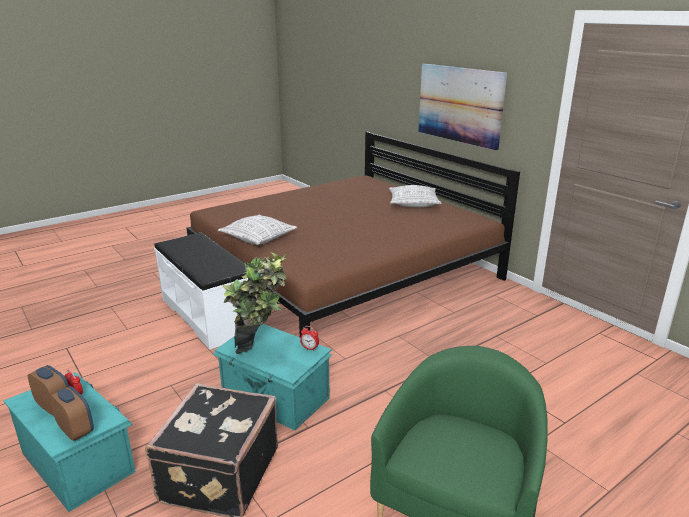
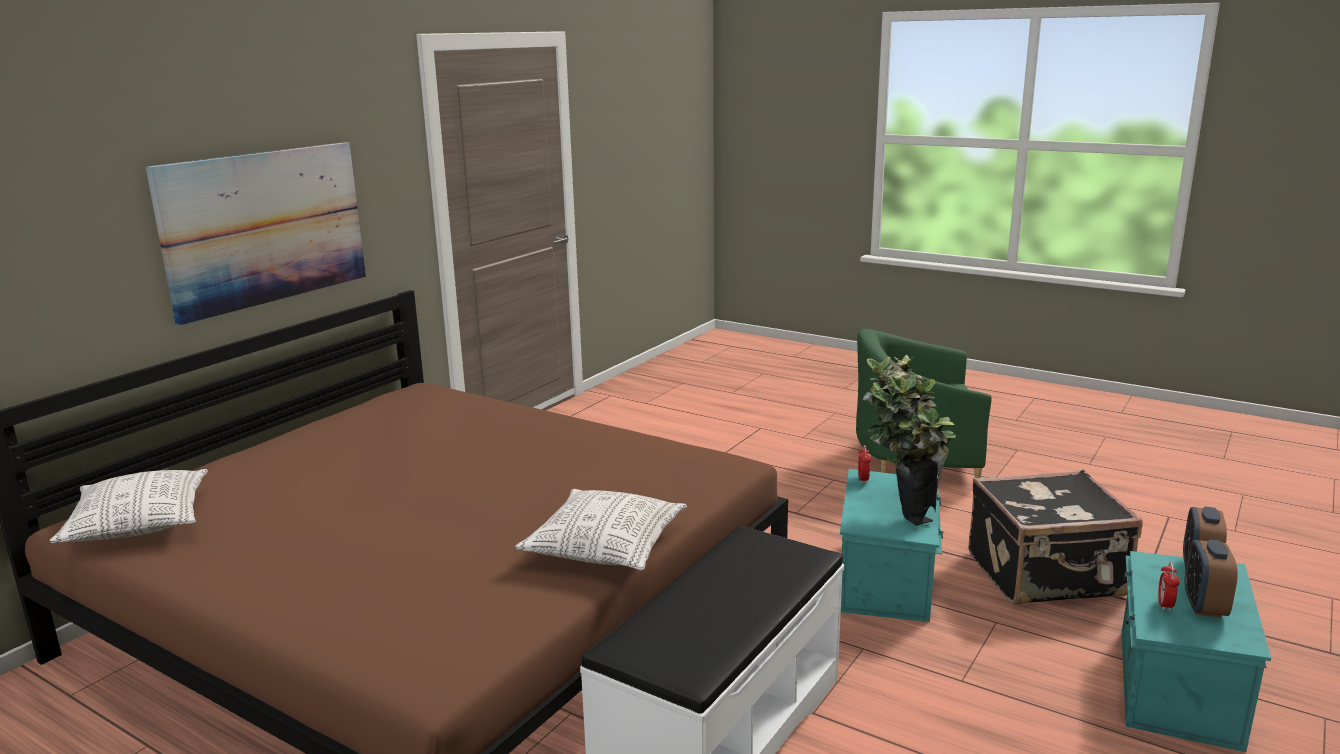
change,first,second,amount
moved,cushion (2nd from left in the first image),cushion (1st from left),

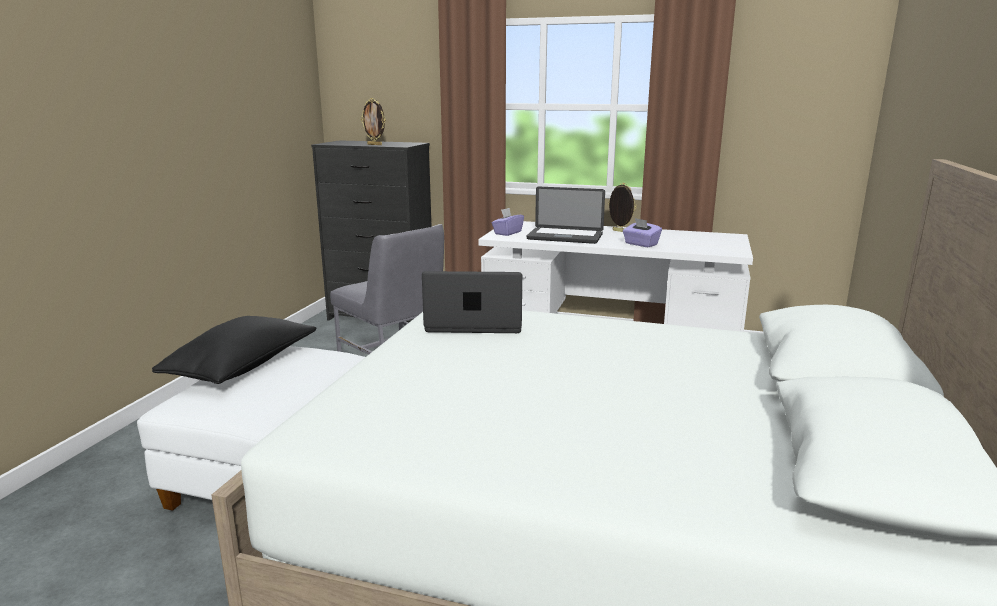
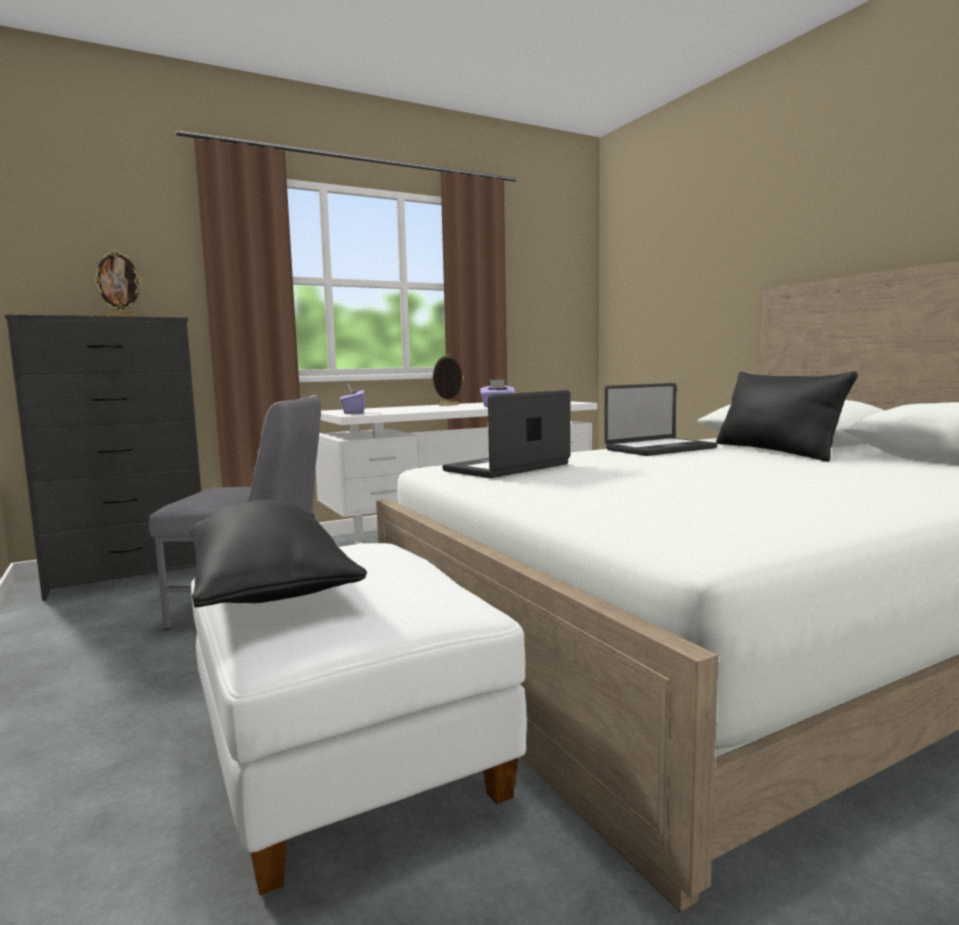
change,first,second,amount
moved,portable_computer (2nd from left),,
added,,blackish_cushion (2nd from left),

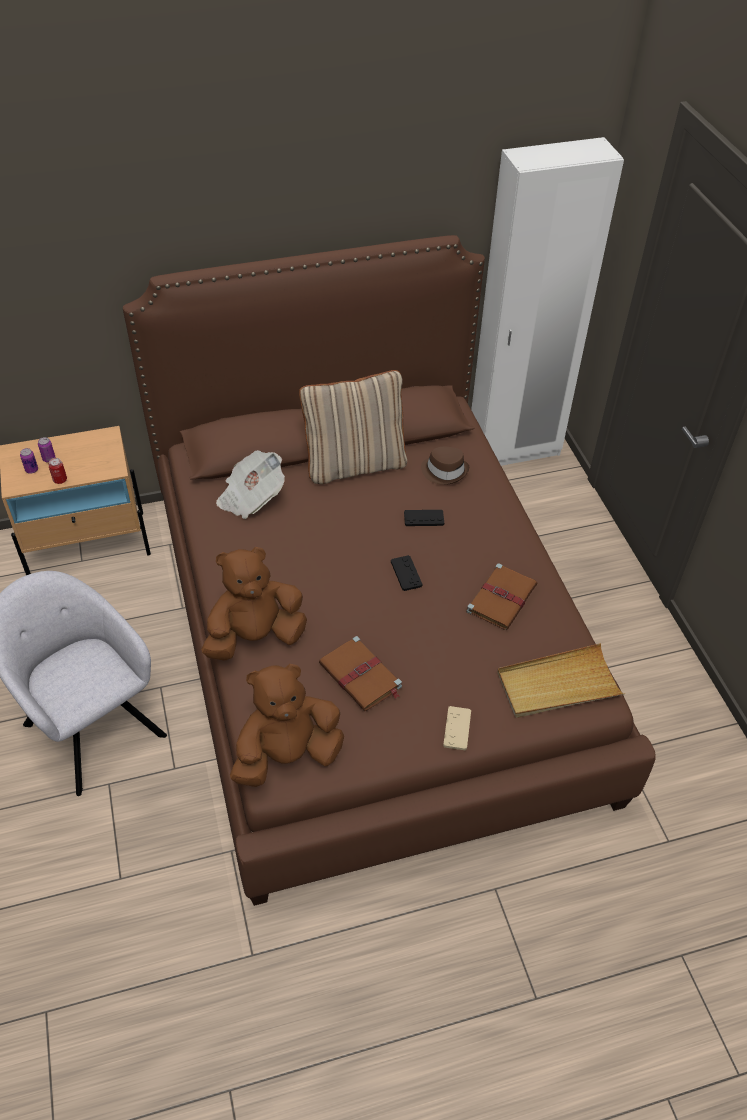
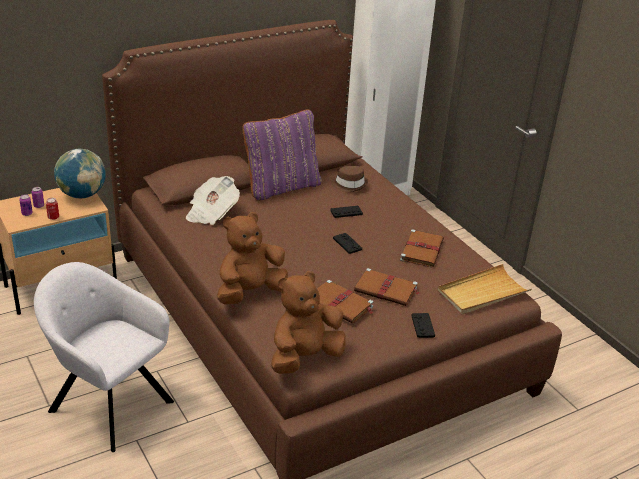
change,first,second,amount
recoloured,beige-coloured_cushion,purplish_cushion,
recoloured,beige-coloured_game_controller,blackish_game_controller (3rd from left),
added,,world_globe,
added,,brown_bound_book (2nd from left),

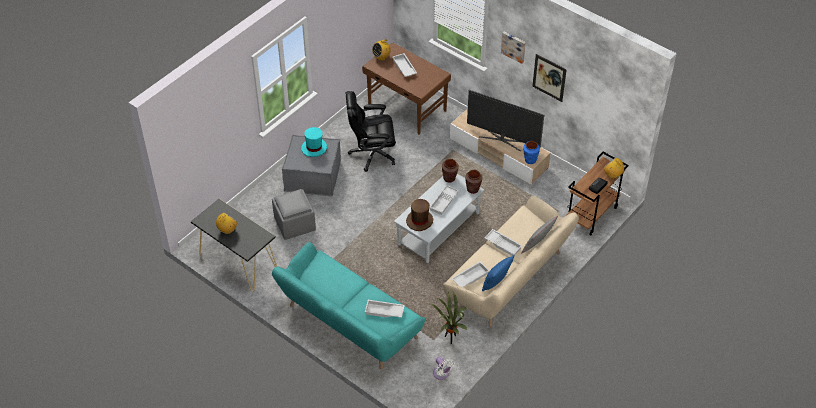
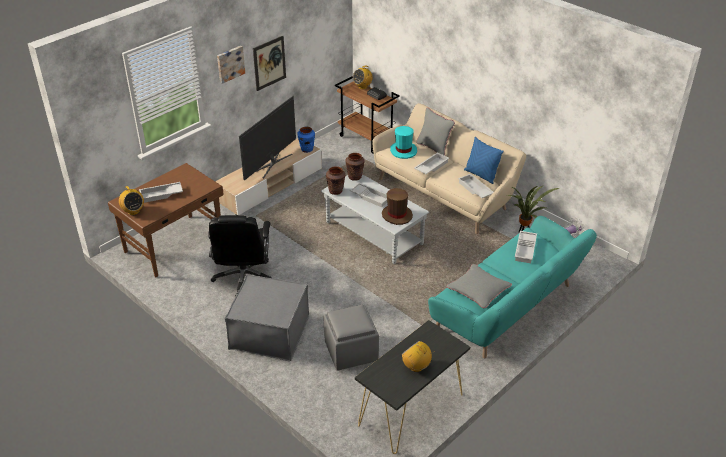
change,first,second,amount
moved,turquoise_clothing_hat,,
added,,grey_cushion (2nd from left),

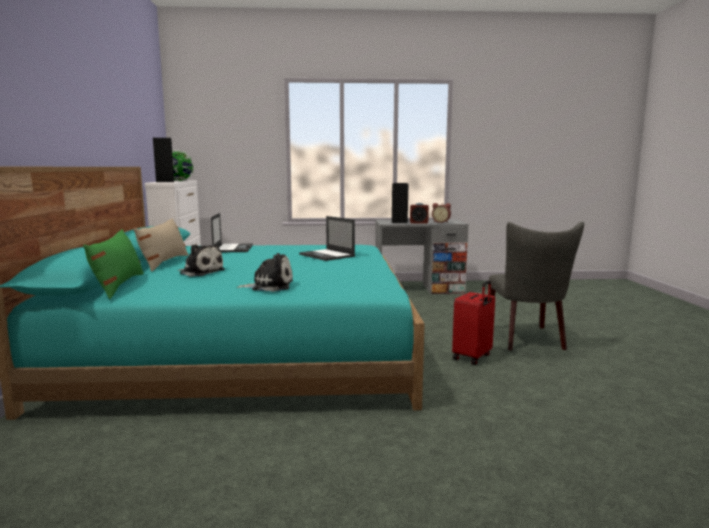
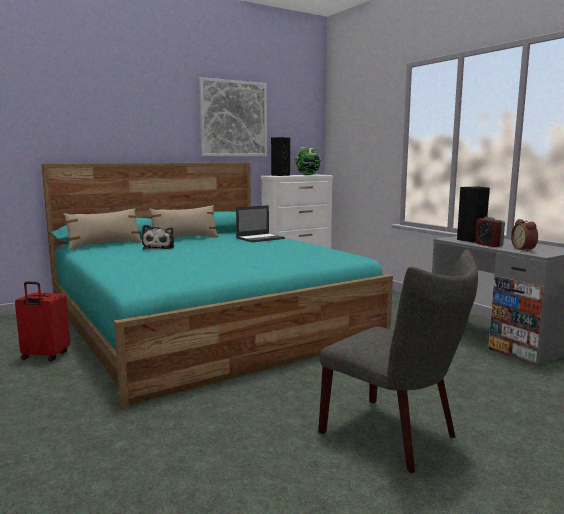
change,first,second,amount
recoloured,green-coloured_cushion,beige-coloured_cushion (1st from left),
removed,soft_toy (2nd from left),,
removed,portable_computer (2nd from left),,
moved,red_suitcase,,
turned,grey_upright_chair,,105 degrees counterclockwise
added,,picture,

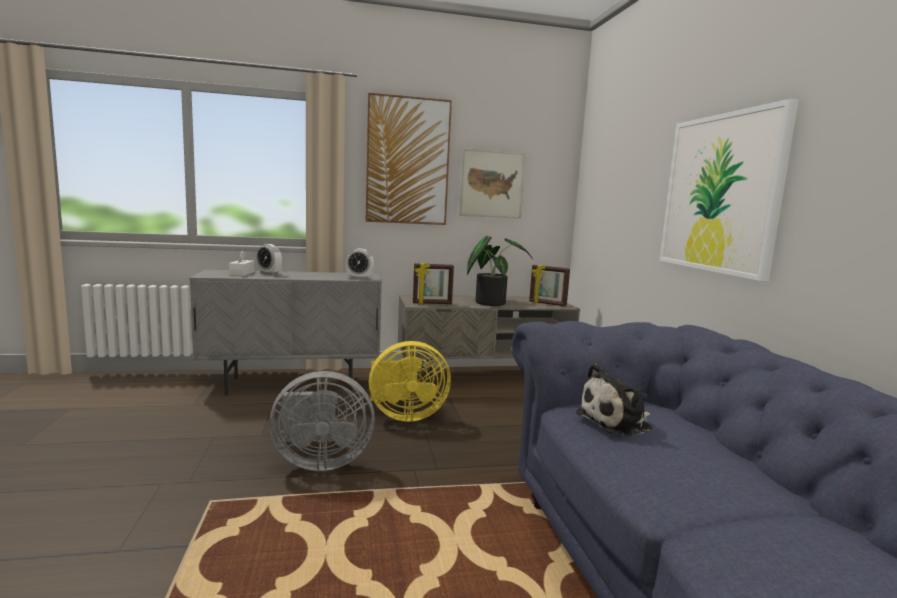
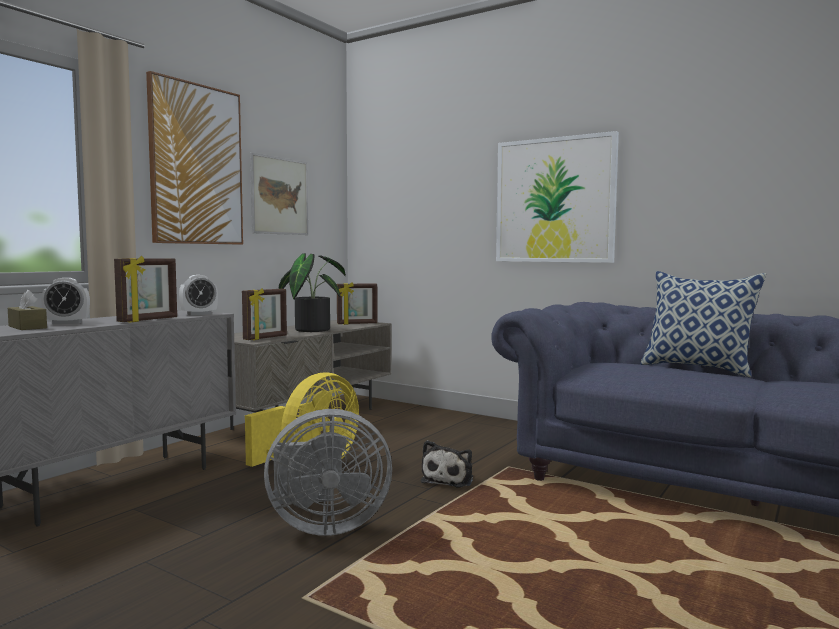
change,first,second,amount
recoloured,white_box_of_tissues,brown_box_of_tissues,
turned,grey_cooling_fan,,45 degrees clockwise
moved,soft_toy,,
added,,picture_frame (1st from left),
added,,cushion,

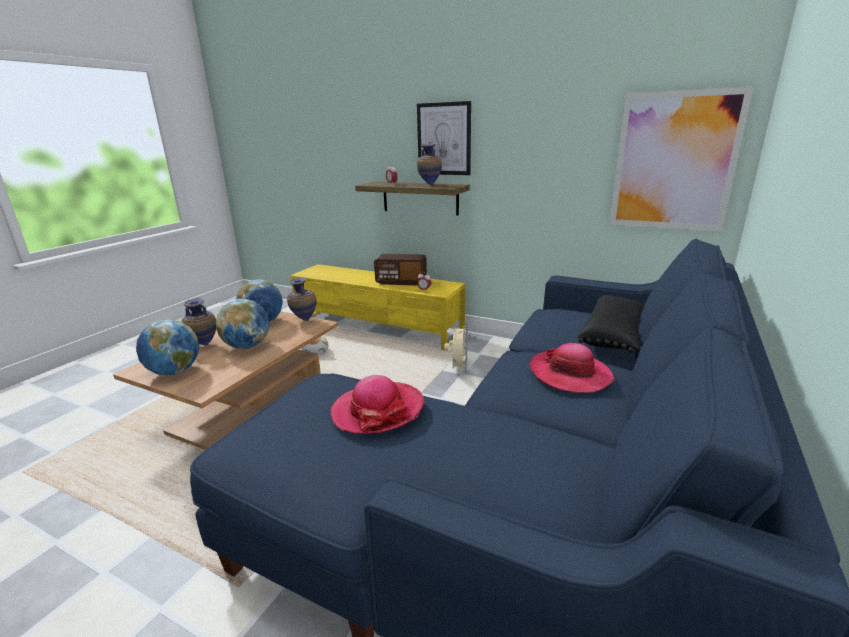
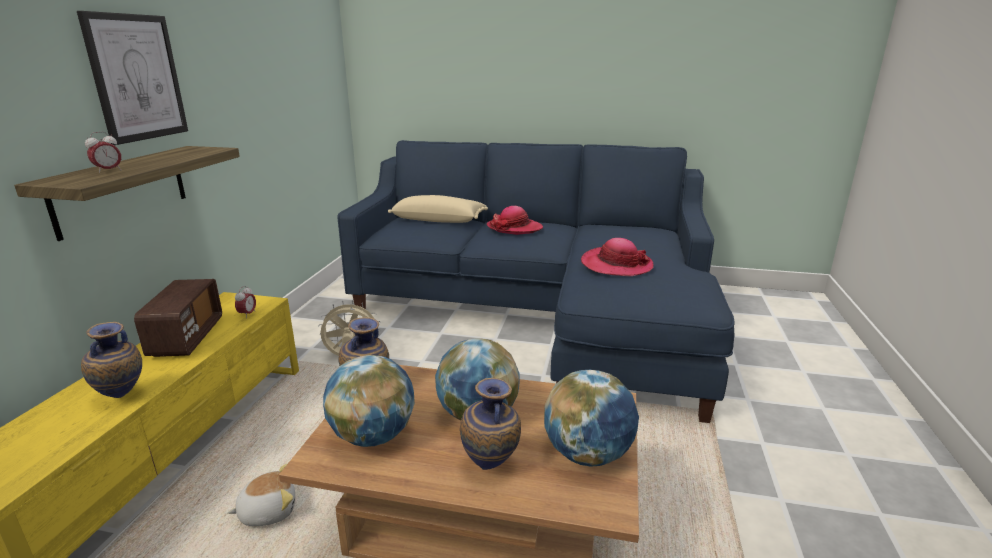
change,first,second,amount
moved,vase (3rd from left in the first image),vase (1st from left),
recoloured,blackish_cushion,beige-coloured_cushion,
removed,picture (2nd from left),,

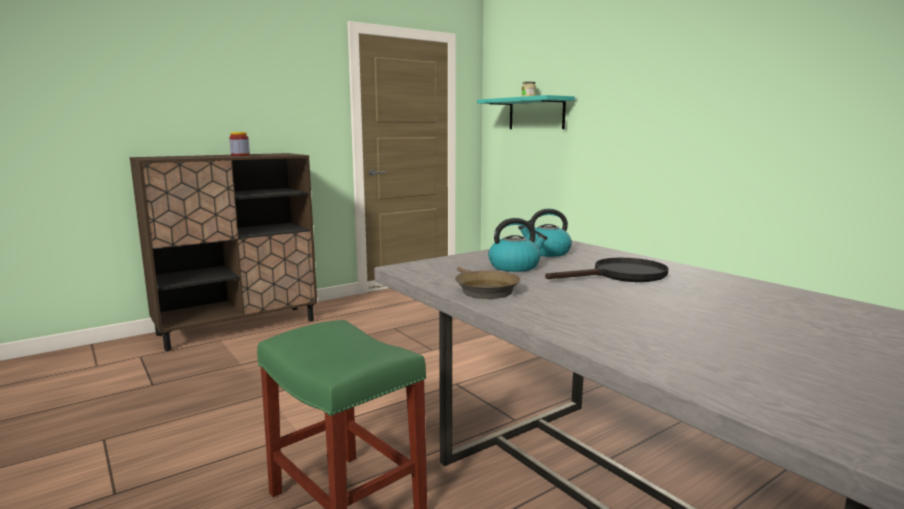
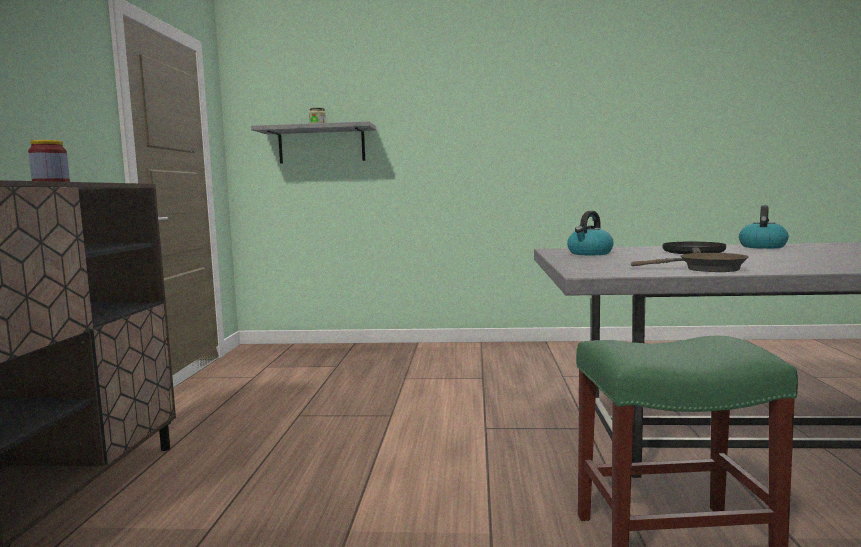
change,first,second,amount
recoloured,turquoise_wall_shelf,grey_wall_shelf,
moved,tea_kettle (1st from left in the first image),tea_kettle (2nd from left),

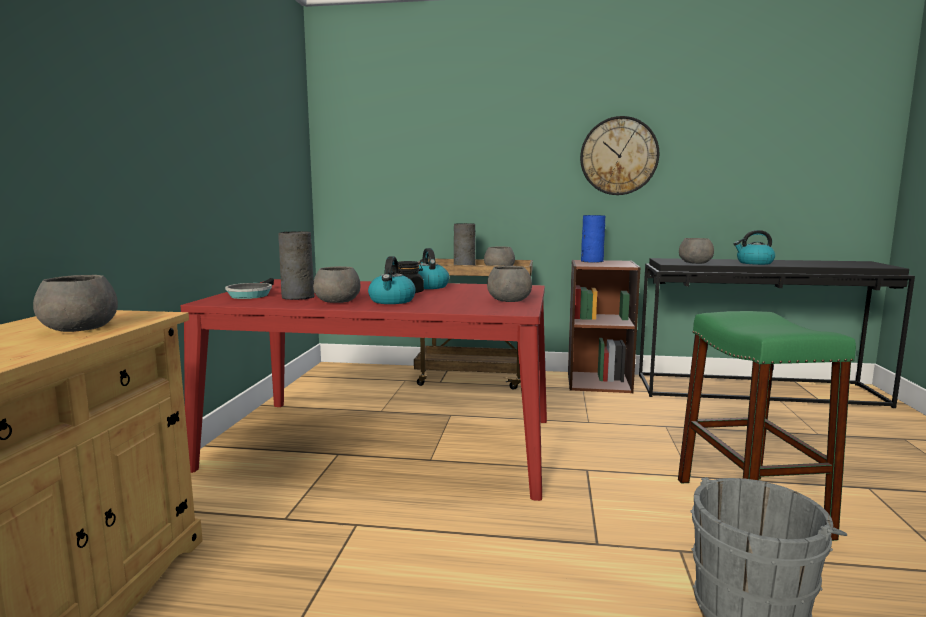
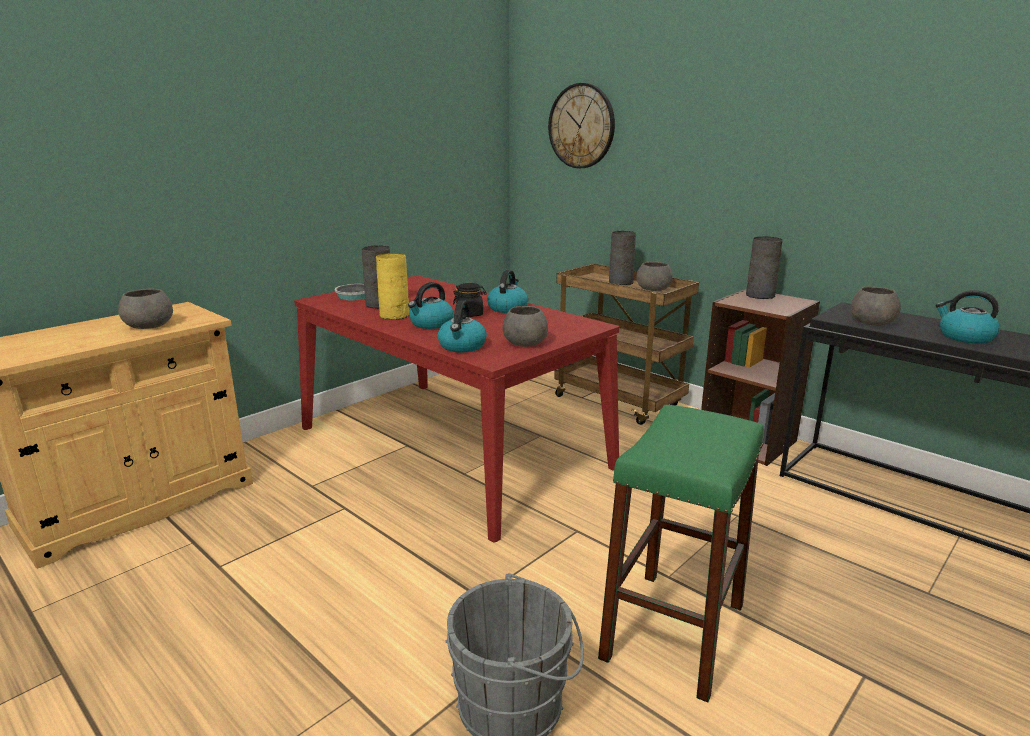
change,first,second,amount
replaced,grey_serving_bowl (2nd from left),yellowish_vase,
moved,wall_clock,,
recoloured,blue_vase,grey_vase (3rd from left),
added,,tea_kettle (2nd from left),

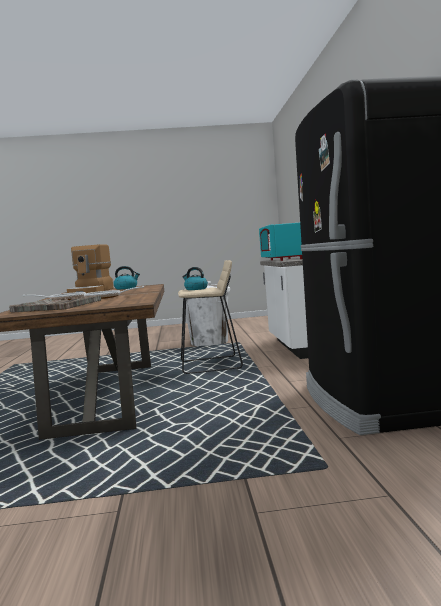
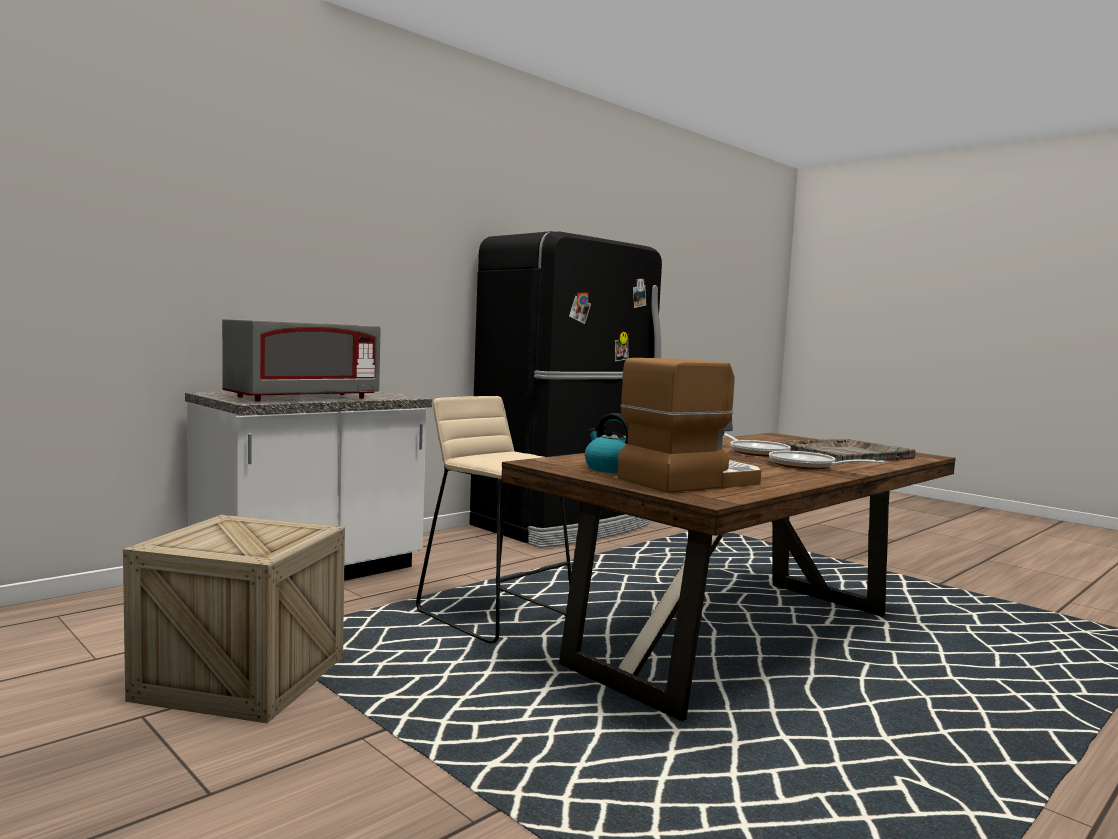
change,first,second,amount
removed,tea_kettle (2nd from left),,
replaced,white_rubbish_bin,packing_crate,
recoloured,turquoise_kitchen_microwave,grey_kitchen_microwave,

